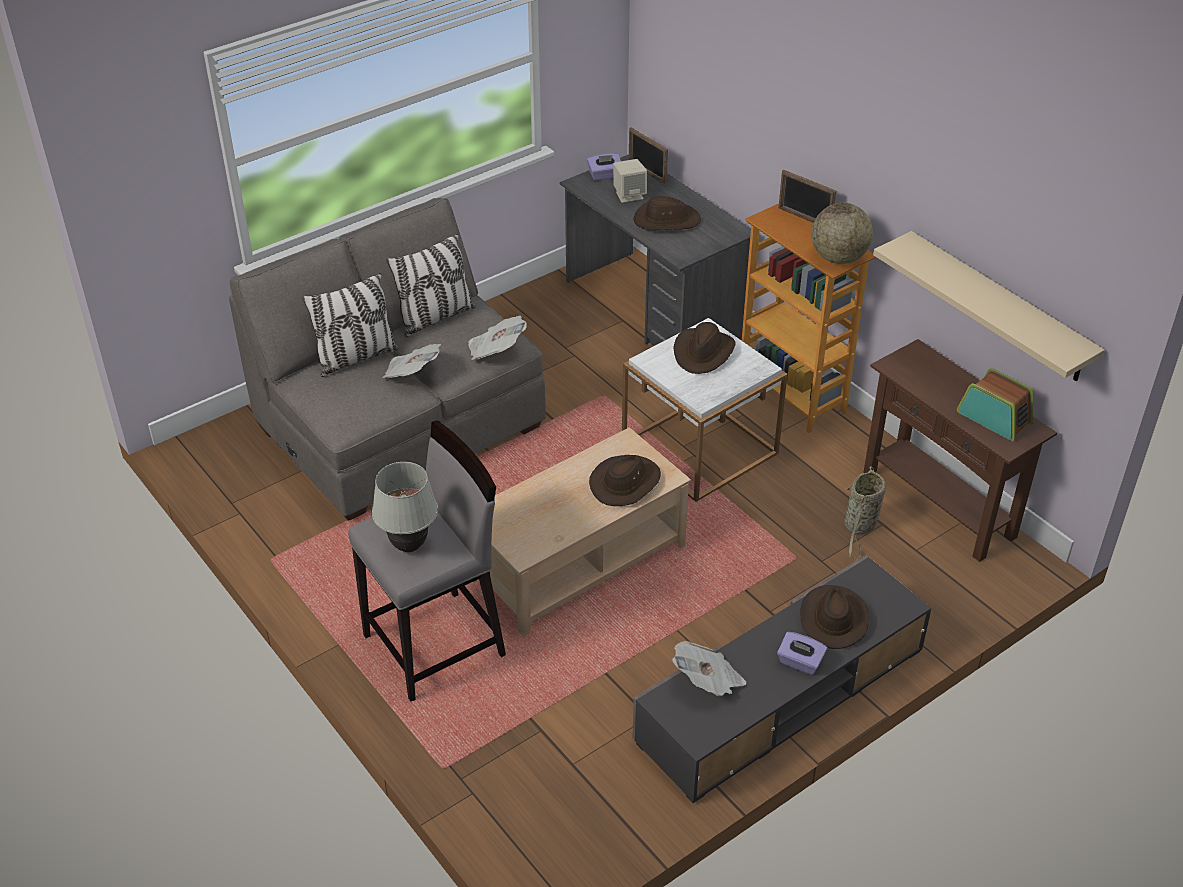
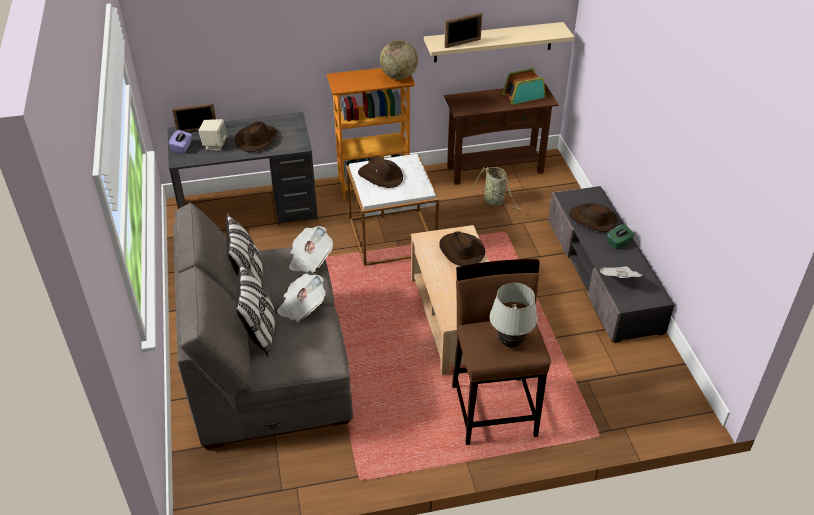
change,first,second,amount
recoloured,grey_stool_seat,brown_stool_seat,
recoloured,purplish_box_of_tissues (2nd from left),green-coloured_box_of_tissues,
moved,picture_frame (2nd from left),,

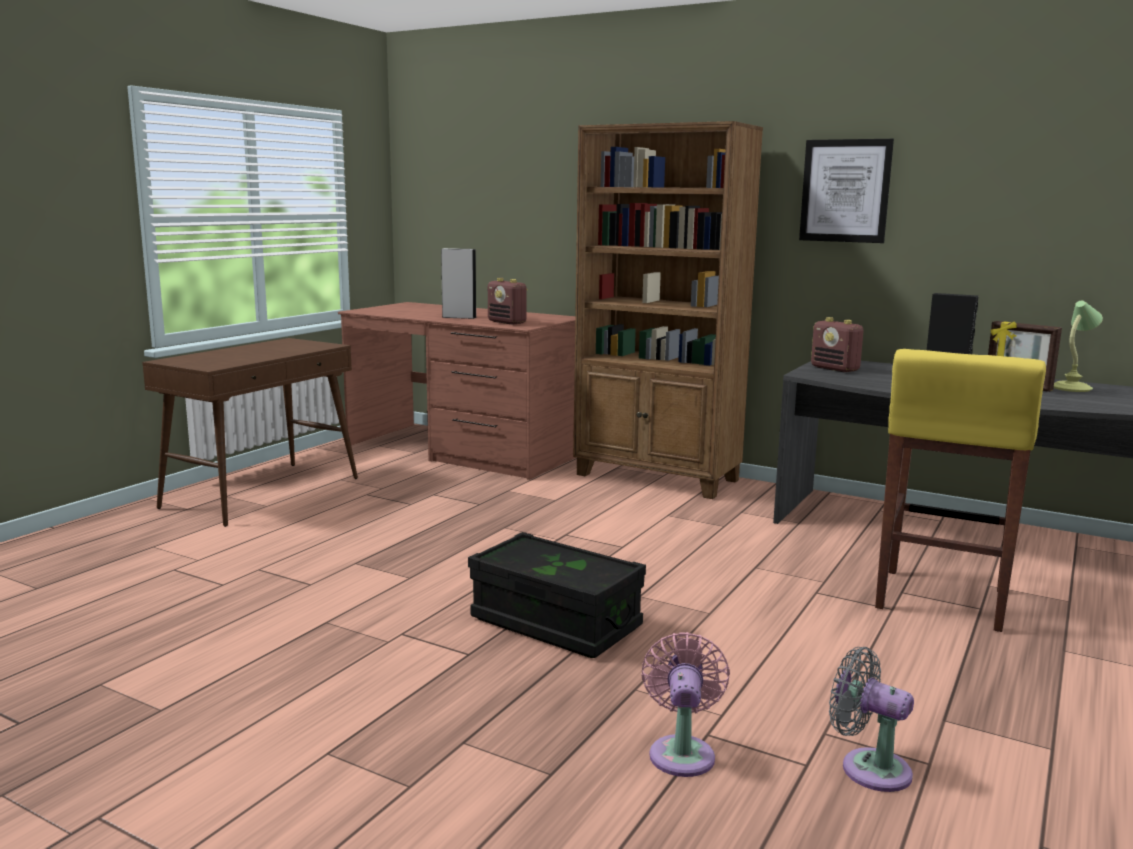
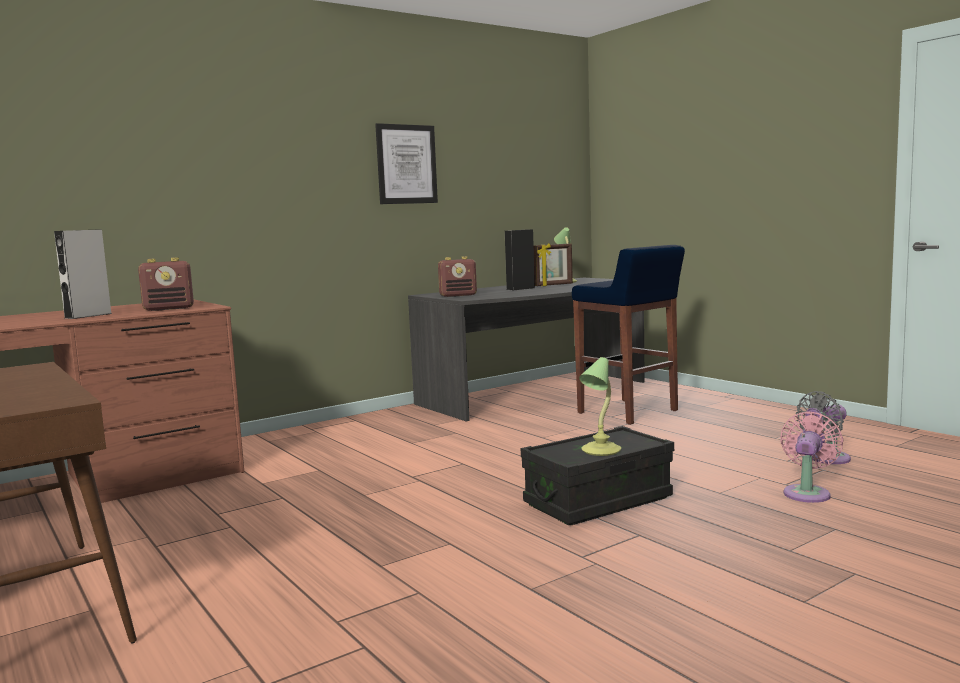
change,first,second,amount
removed,brown_bookshelf,,
turned,pinkish_cooling_fan,,90 degrees clockwise
recoloured,yellowish_stool_seat,blue_stool_seat,
added,,table_lamp (2nd from left),

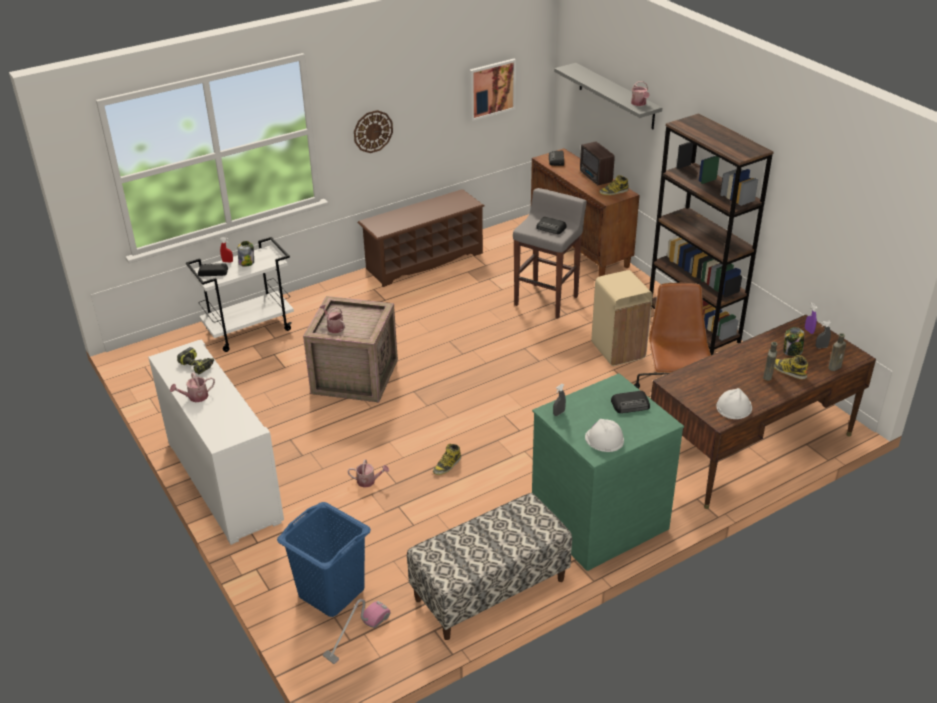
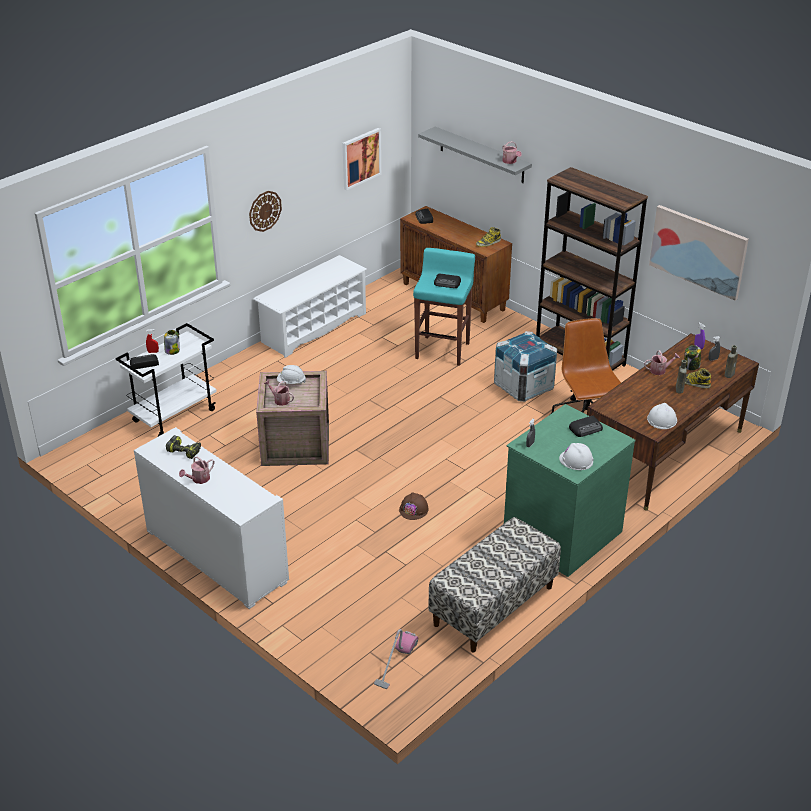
change,first,second,amount
removed,blue_laundry_basket,,
moved,watering_pot (3rd from left in the first image),watering_pot (4th from left),
recoloured,brown_shoe_stand,white_shoe_stand,
replaced,high-top_boot (1st from left),brown_work_helmet,
recoloured,grey_stool_seat,turquoise_stool_seat,
removed,radio (4th from left),,
replaced,beige-coloured_rubbish_bin,packing_crate (2nd from left),
added,,white_work_helmet (1st from left),
added,,picture (2nd from left),

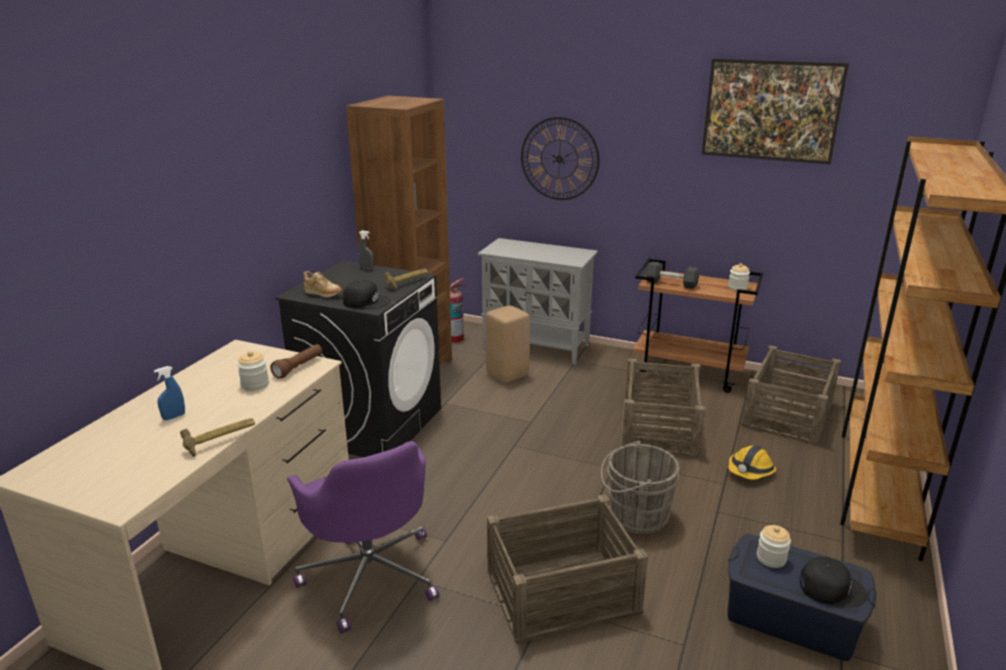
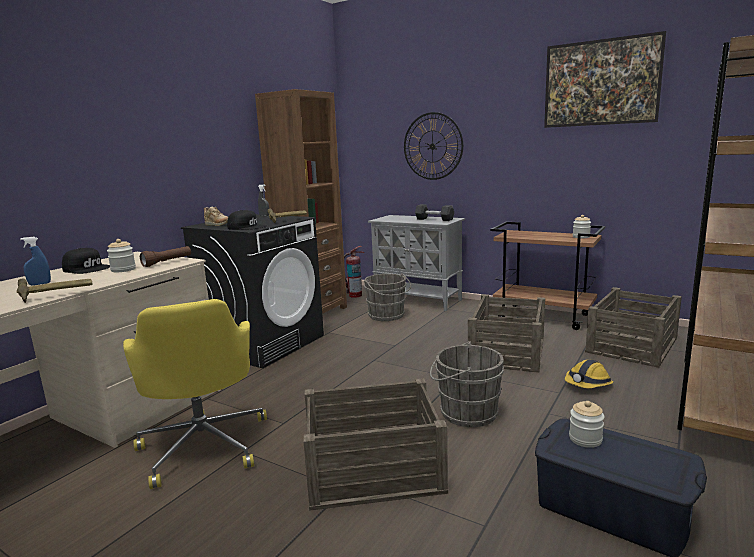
change,first,second,amount
recoloured,purplish_computer_chair,yellowish_computer_chair,
replaced,beige-coloured_stool_seat,grey_water_bucket (1st from left),
moved,blackish_free_weight,,
moved,blackish_cap (2nd from left in the first image),blackish_cap (1st from left),

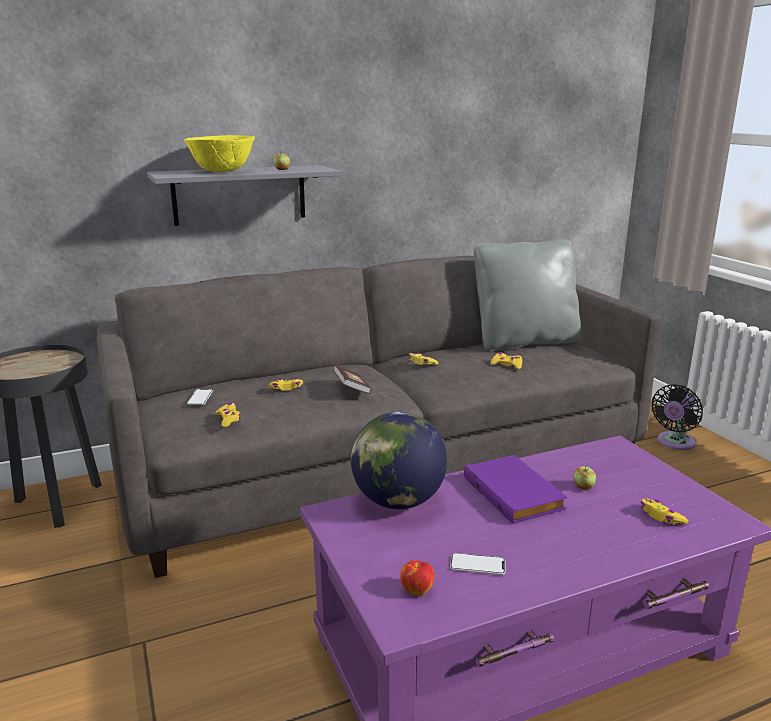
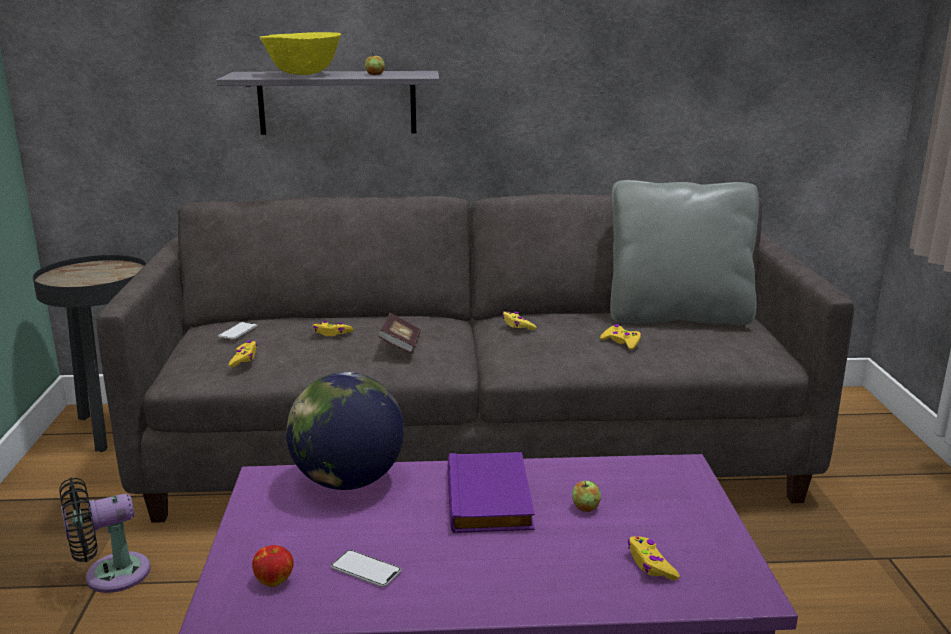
change,first,second,amount
moved,blackish_cooling_fan,,

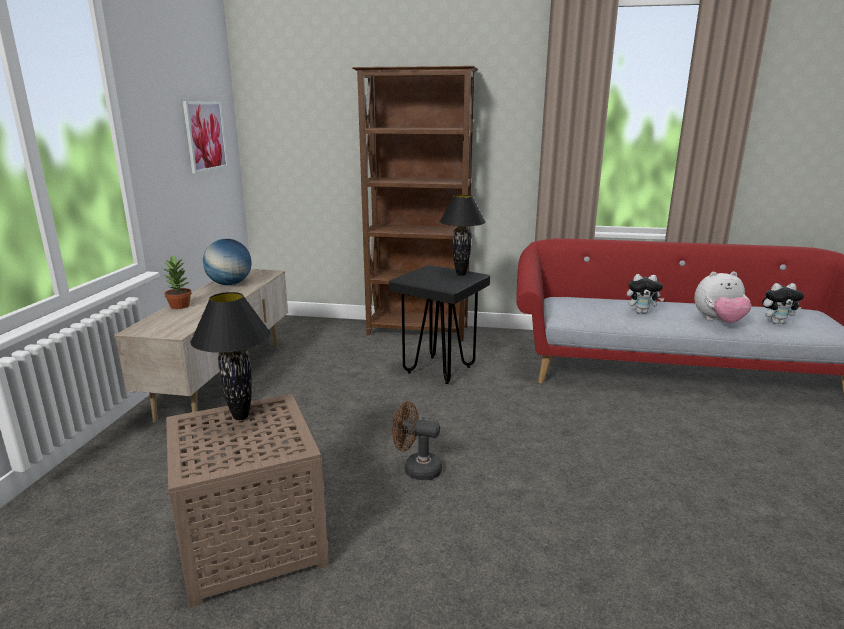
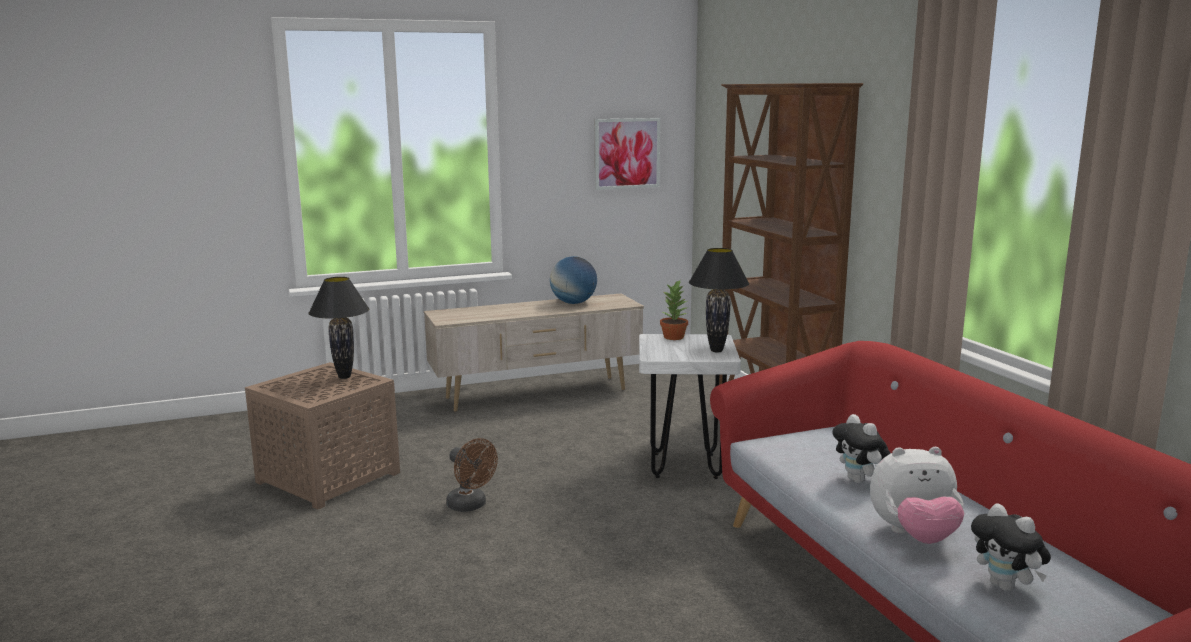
change,first,second,amount
moved,plant_in_a_pot,,
recoloured,blackish_stool_seat,white_stool_seat,
turned,brown_cooling_fan,,150 degrees clockwise
turned,soft_toy (2nd from left),,60 degrees counterclockwise

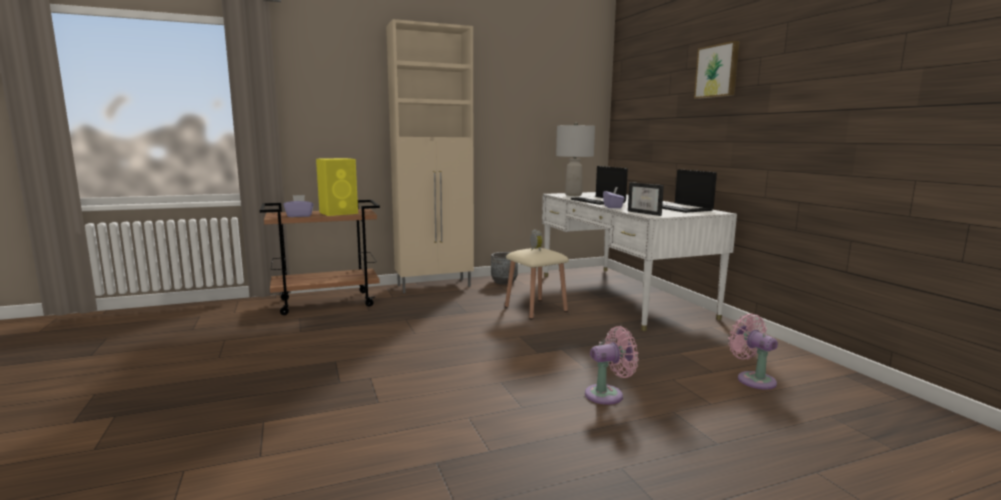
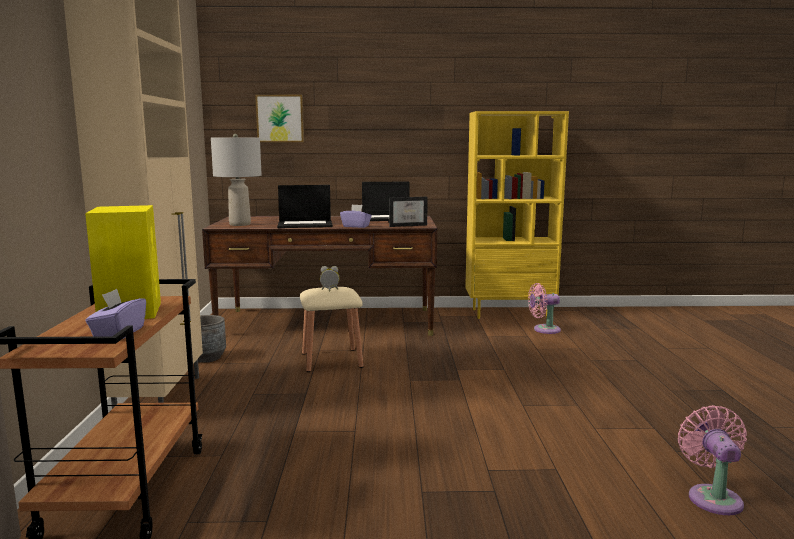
change,first,second,amount
recoloured,white_desk_unit,brown_desk_unit,
moved,pinkish_cooling_fan (1st from left in the first image),pinkish_cooling_fan (2nd from left),
moved,picture,,
added,,yellowish_bookshelf,

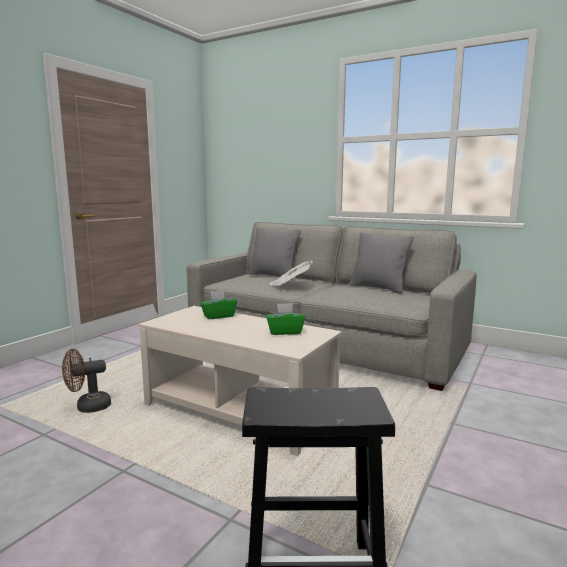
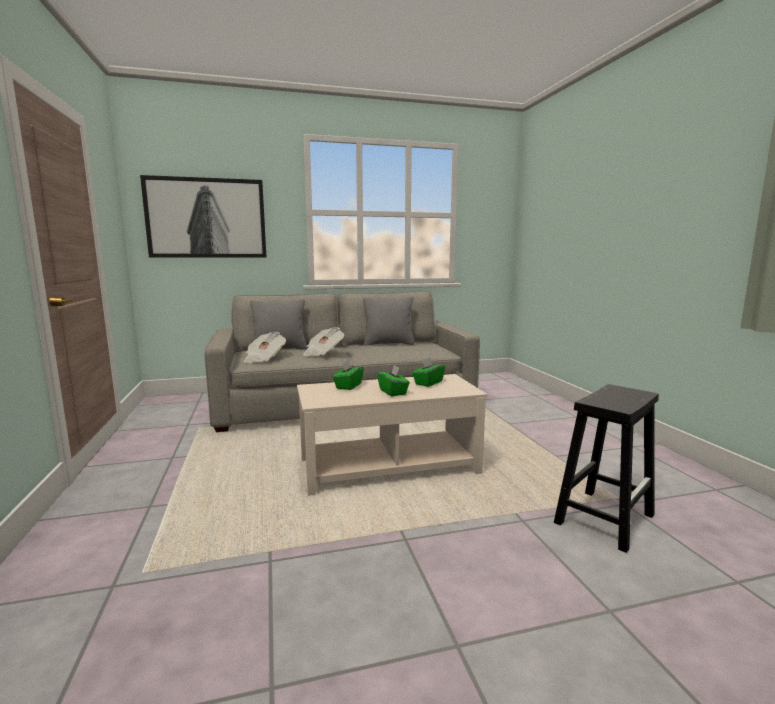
change,first,second,amount
removed,brown_cooling_fan,,
added,,picture,
added,,printed_paper (1st from left),
added,,green-coloured_box_of_tissues (2nd from left),

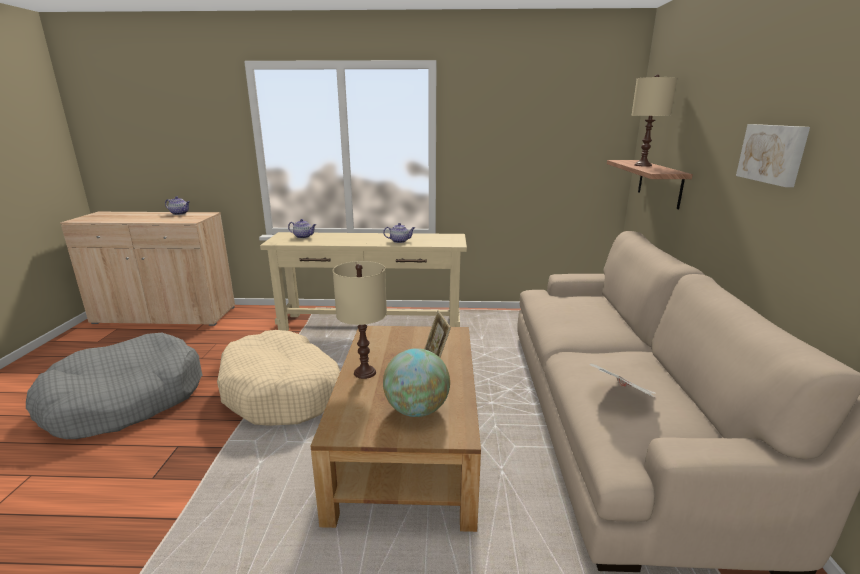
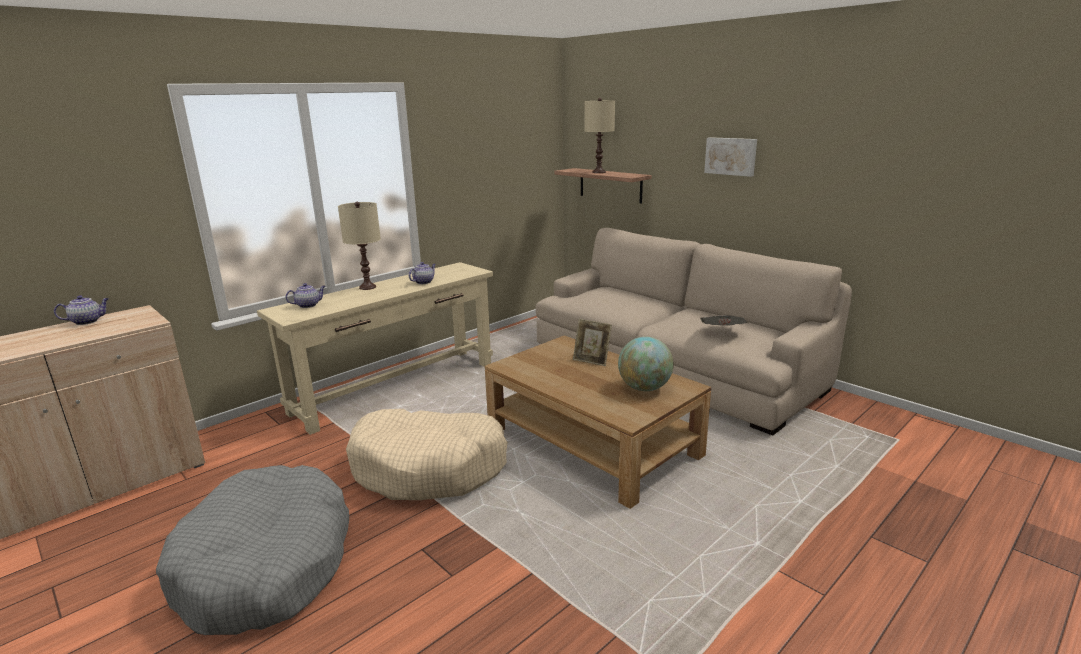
change,first,second,amount
moved,beige-coloured_table_lamp (1st from left),,

